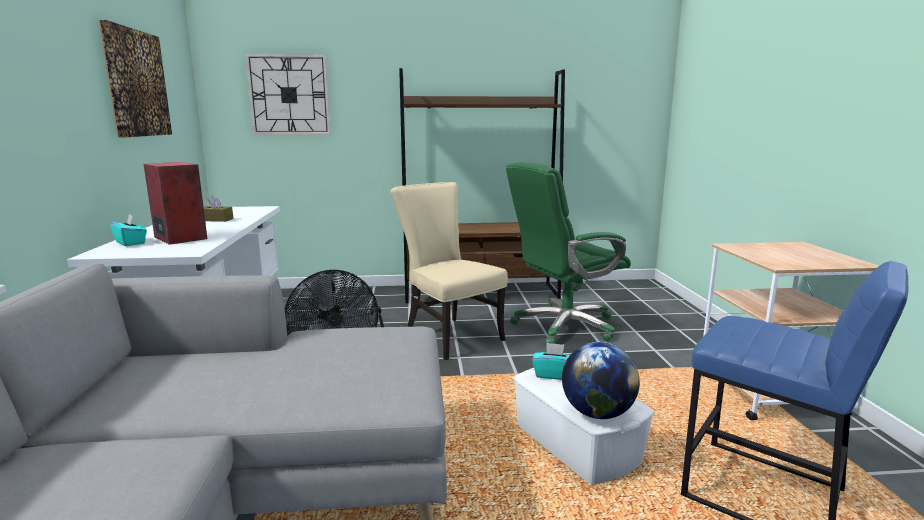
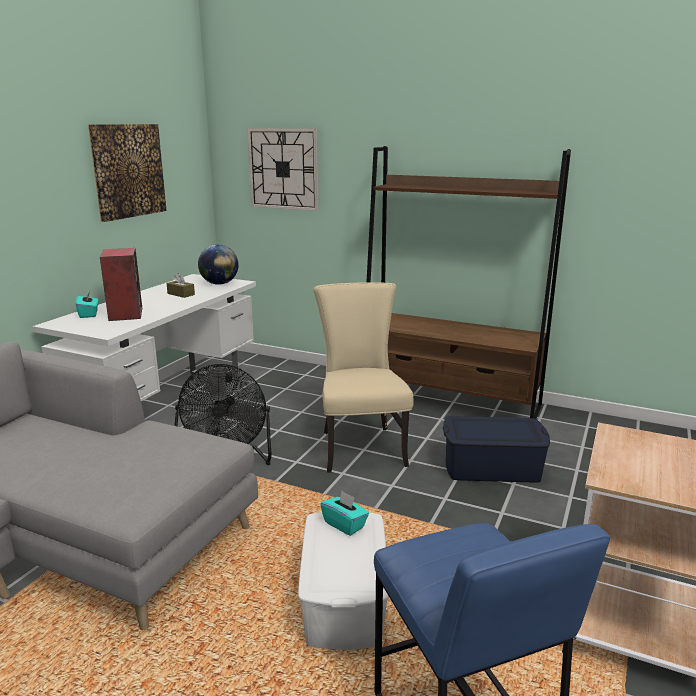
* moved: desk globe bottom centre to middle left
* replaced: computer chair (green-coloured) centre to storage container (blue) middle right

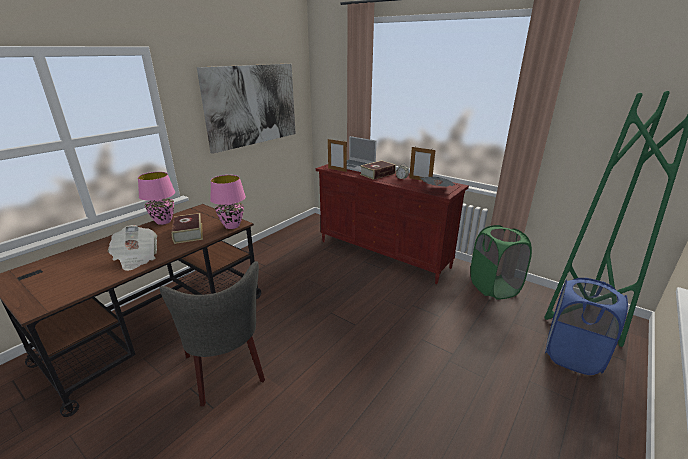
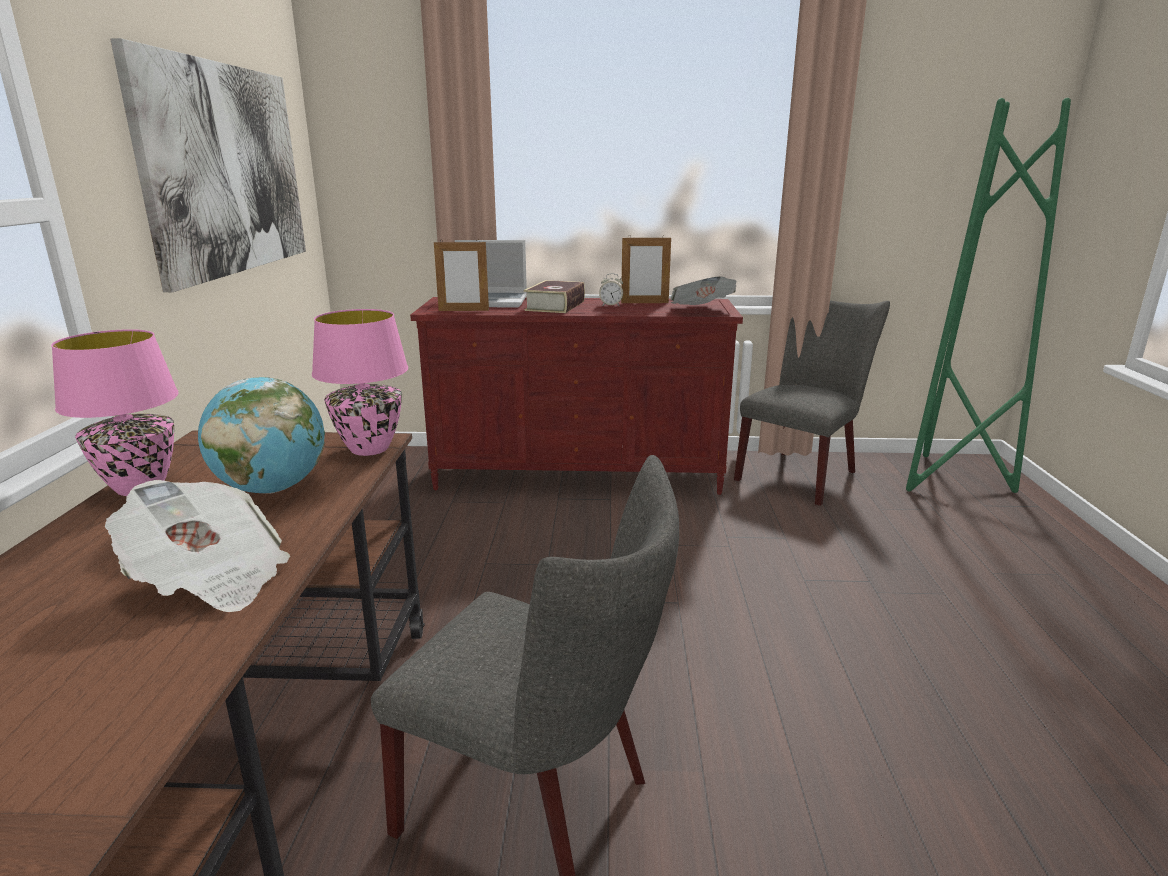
* removed: laundry basket (blue) bottom right
* replaced: bound book (1st from left) middle left to desk globe middle left
* replaced: laundry basket (green-coloured) middle right to plain chair (gray) (2nd from left) middle right

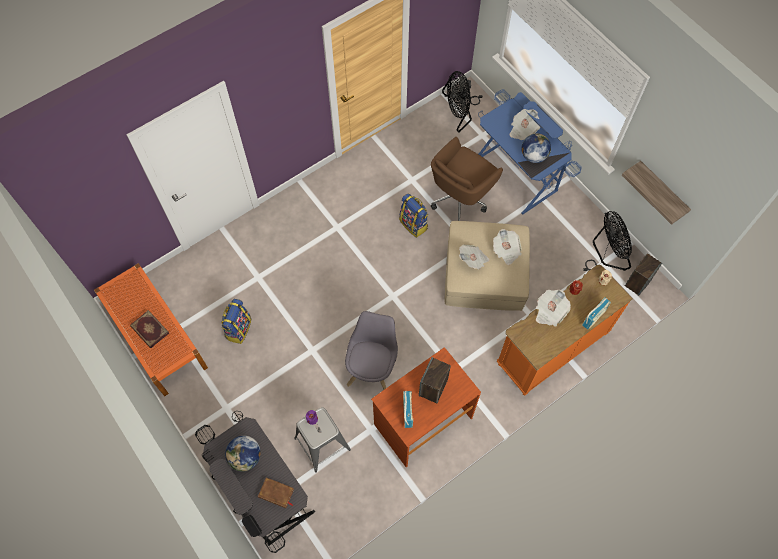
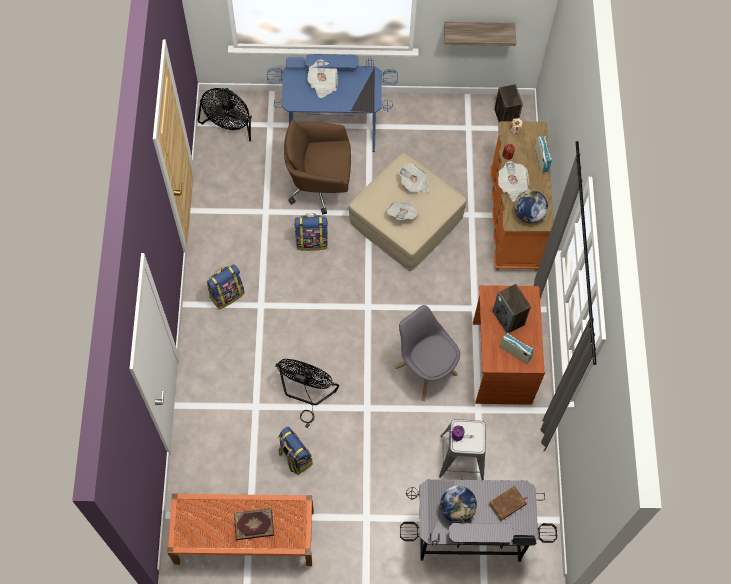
* added: backpack (1st from left) middle left
* moved: desk globe (2nd from left) top right to middle right
* moved: electric fan (black) (2nd from left) middle right to bottom centre
* turned: computer chair (brown-coloured) top centre = top centre 105 degrees clockwise

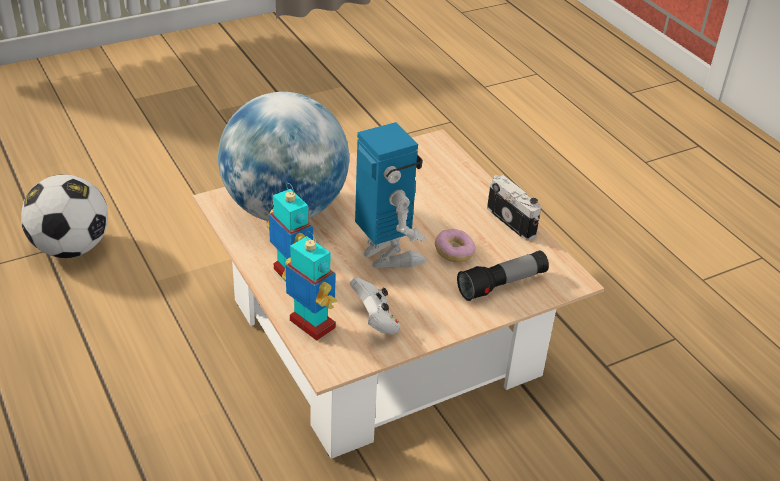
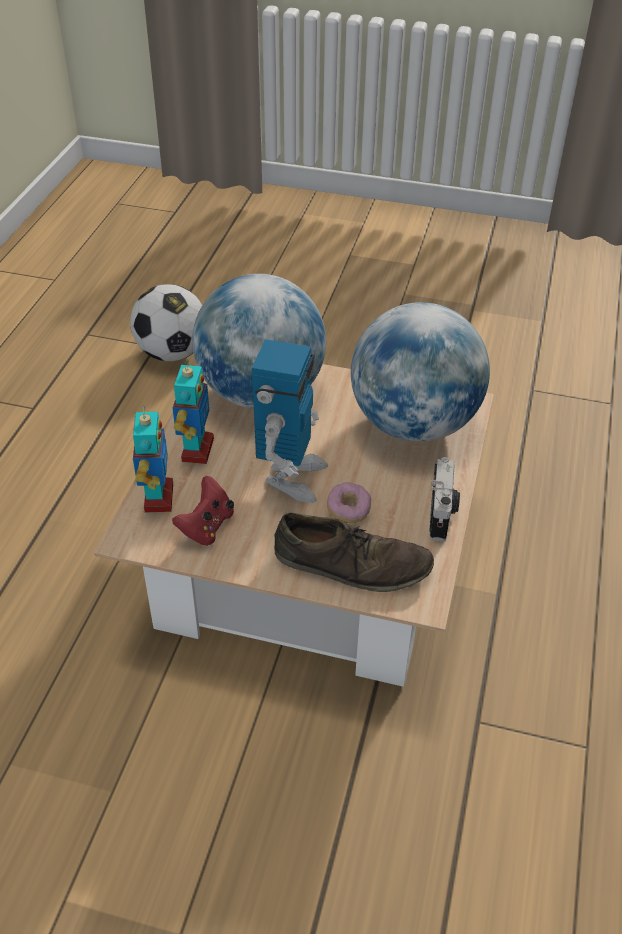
* added: desk globe (2nd from left) middle right
* replaced: flashlight centre to shoe (brown-coloured) centre
* recoloured: game controller (white) centre to game controller (red) middle left

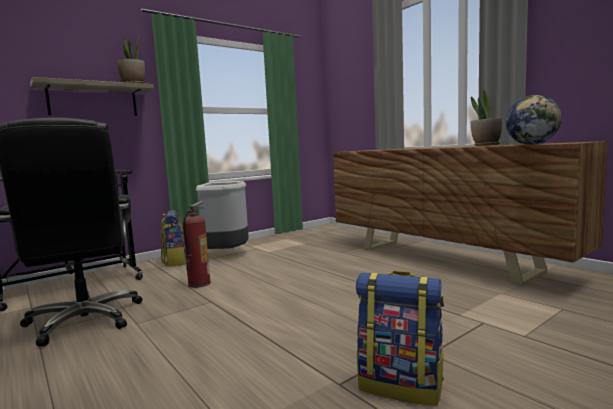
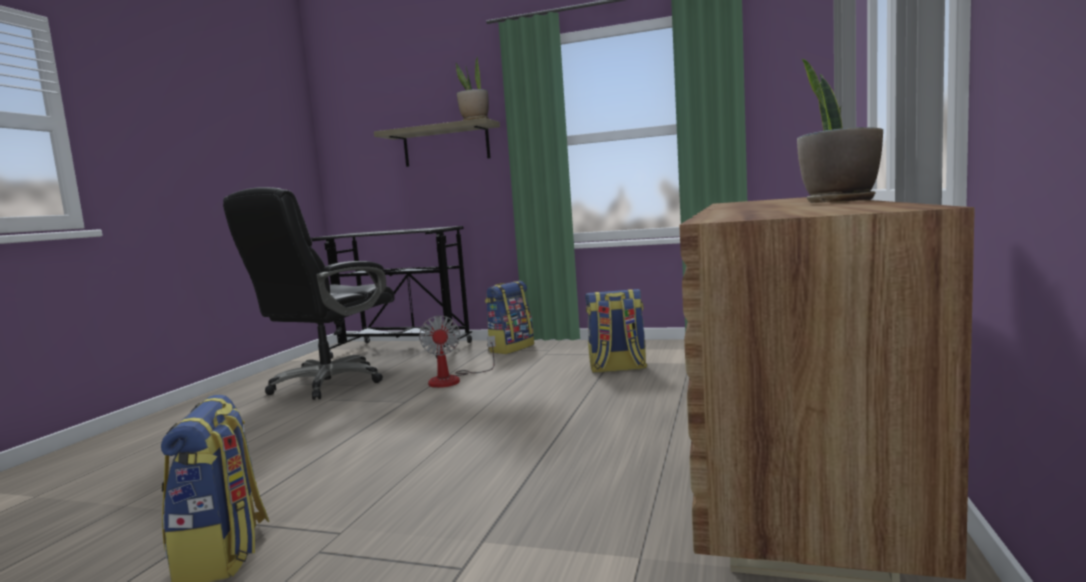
* removed: rubbish bin (gray) centre
* removed: desk globe top right
* added: backpack (3rd from left) centre
* replaced: extinguisher middle left to electric fan centre

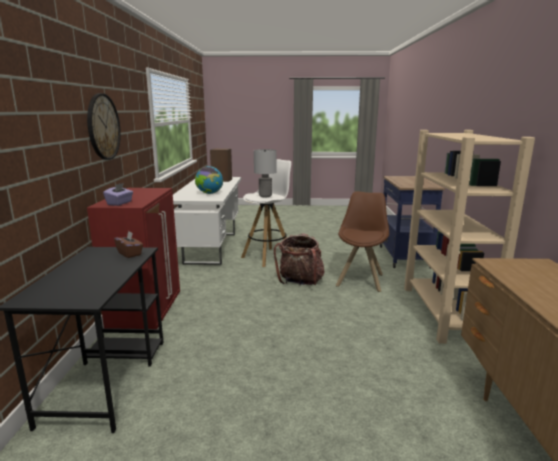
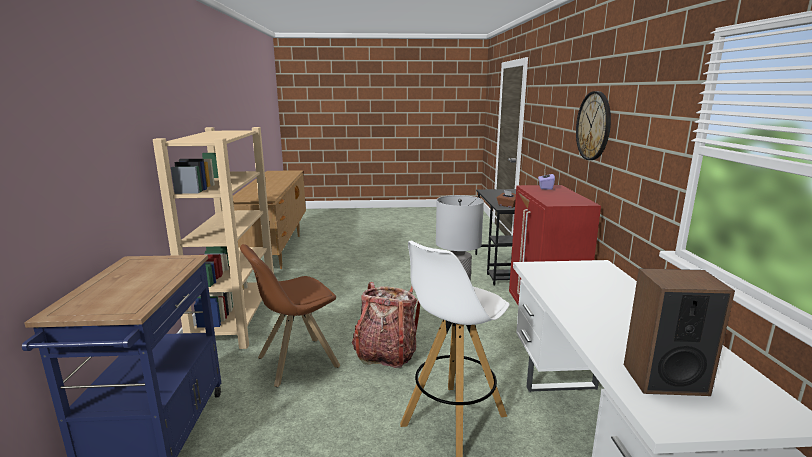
* removed: desk globe centre
* turned: plain chair (brown-coloured) centre = bottom centre 45 degrees clockwise

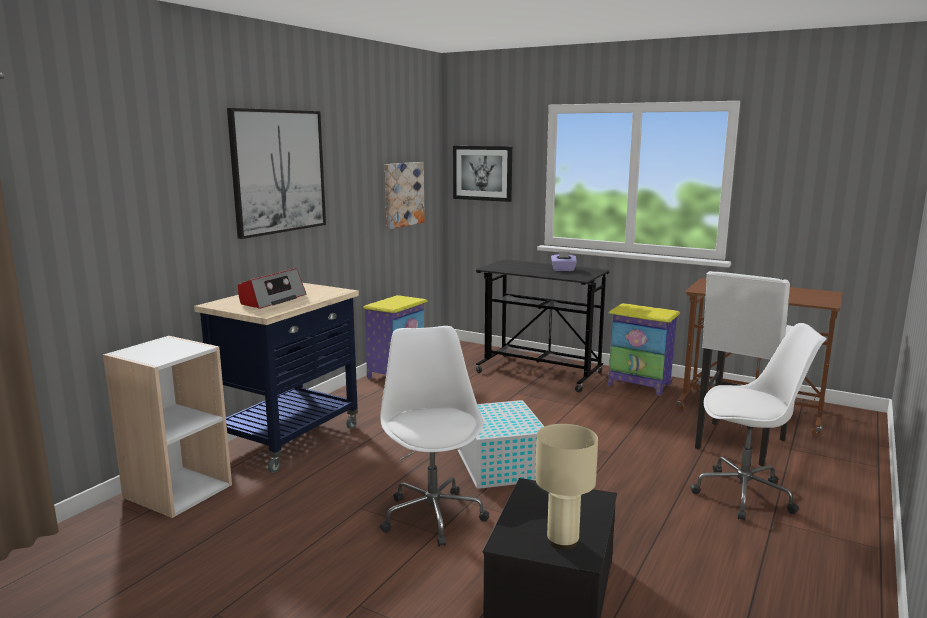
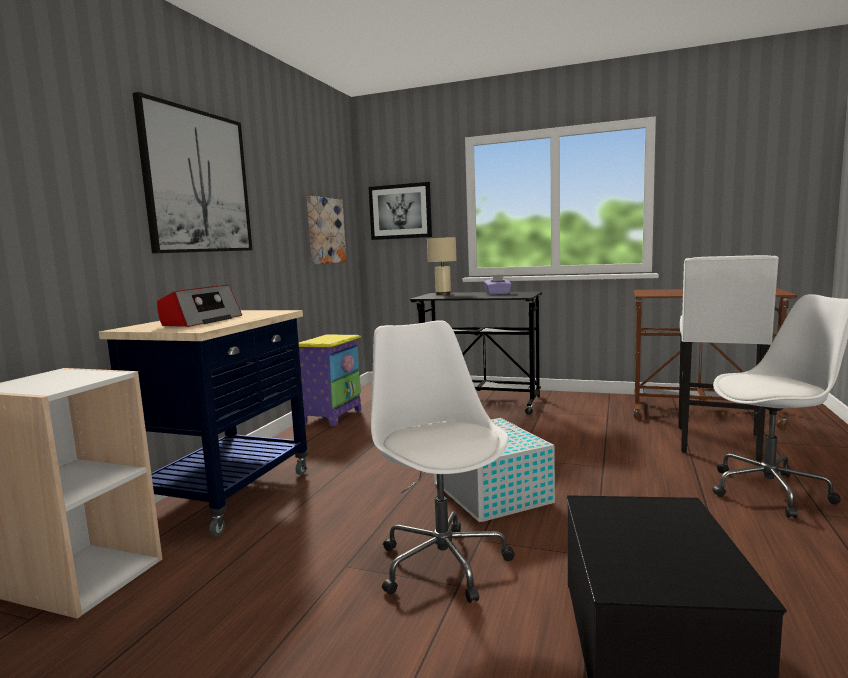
* removed: night table (2nd from left) middle right
* moved: table lamp (sand-coloured) bottom centre to centre

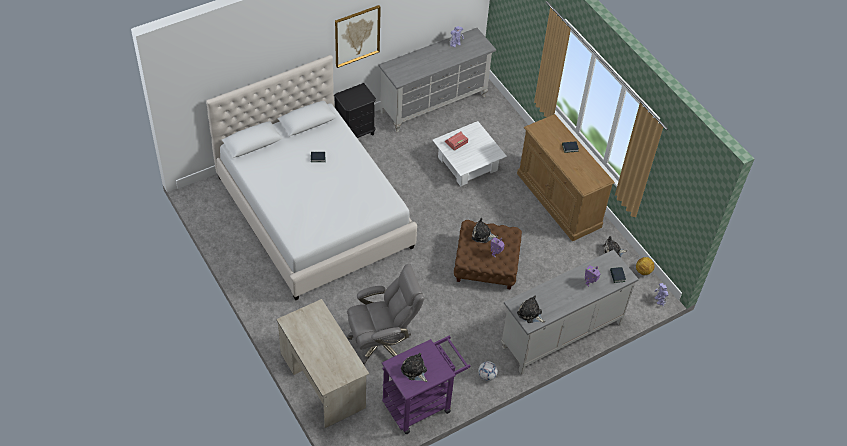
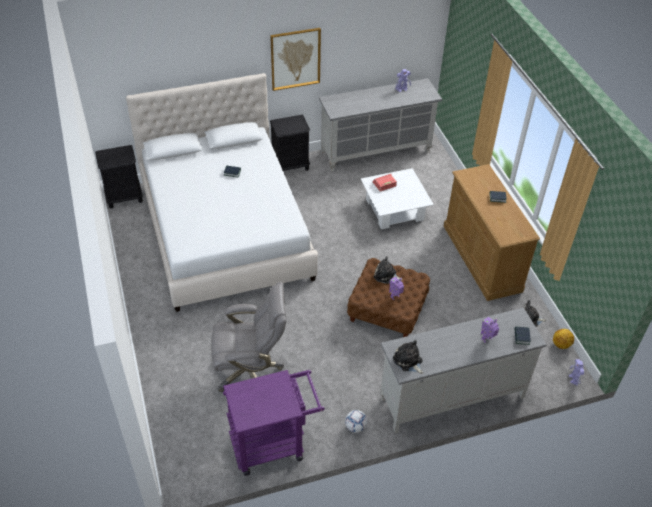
* removed: desk (sand-coloured) bottom centre
* removed: plush toy (1st from left) bottom centre
* added: night table (black) (1st from left) middle left

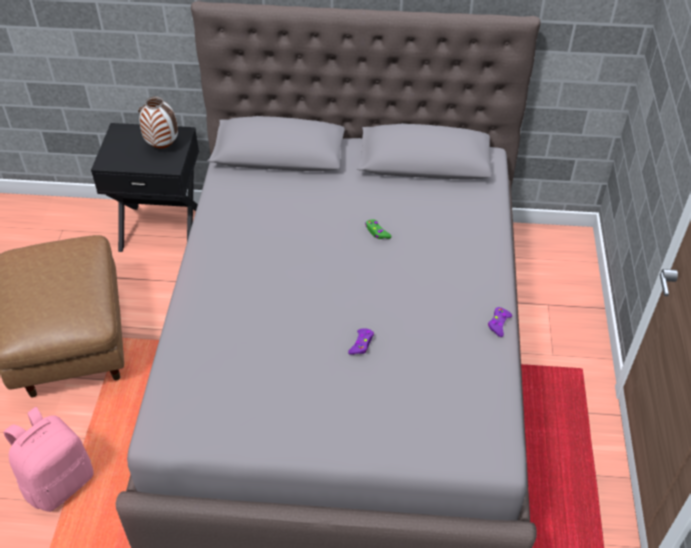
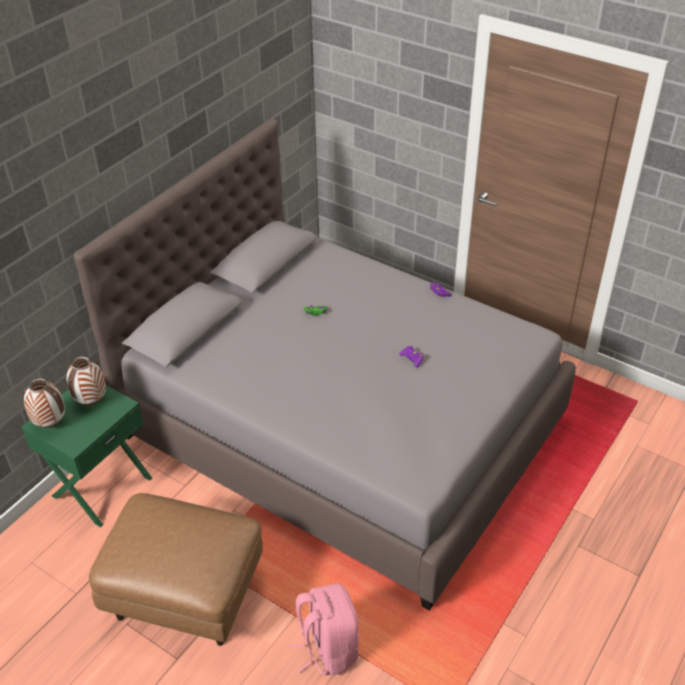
* added: vase (1st from left) middle left
* recoloured: night table (black) middle left to night table (green-coloured) middle left

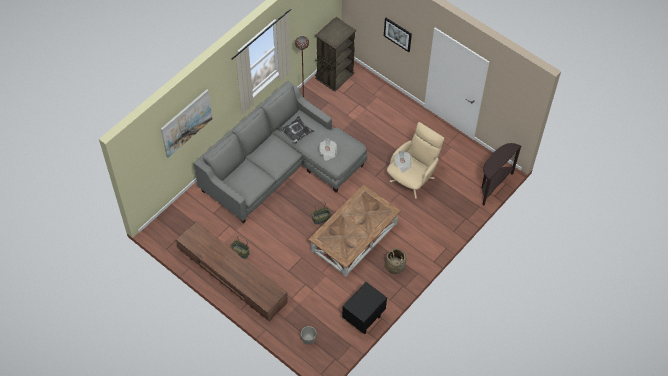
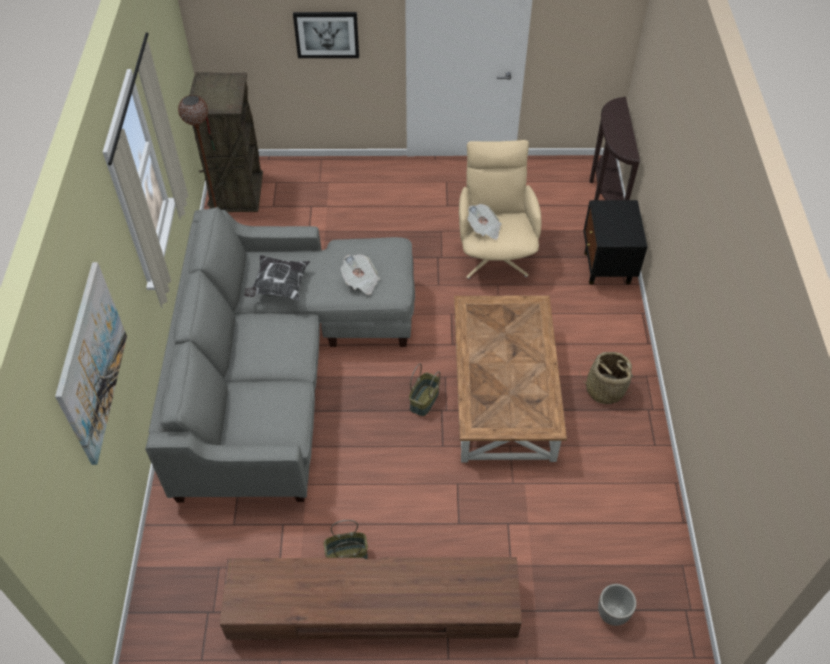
* moved: night table (black) bottom centre to middle right

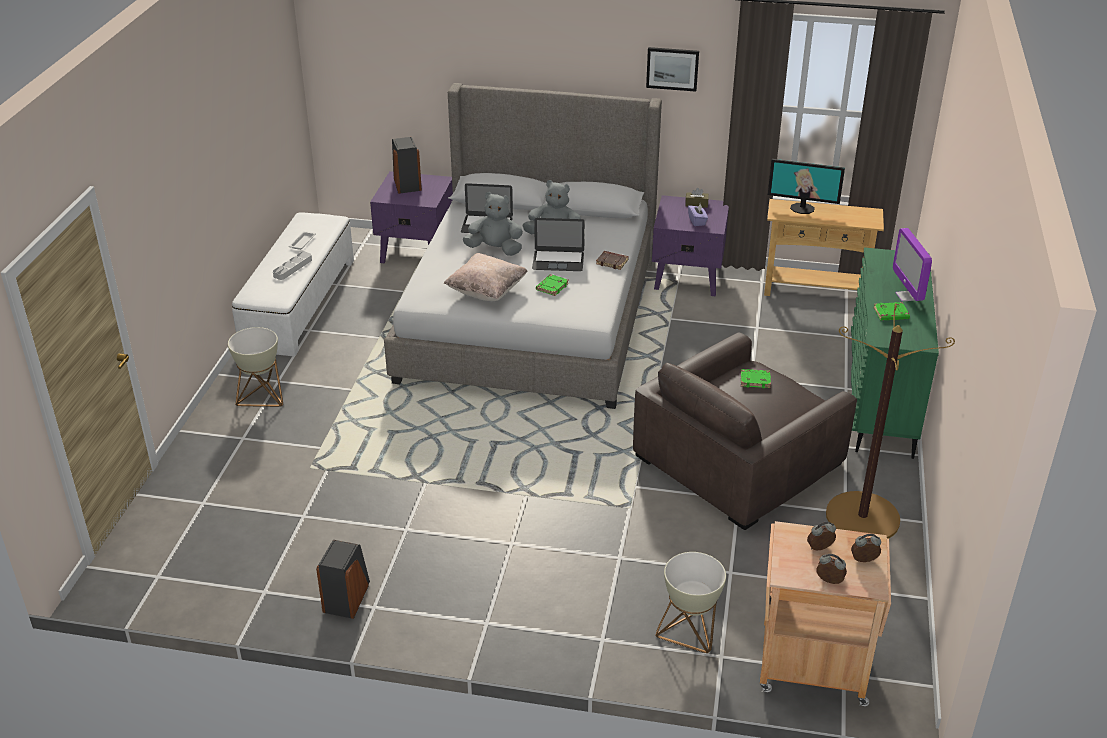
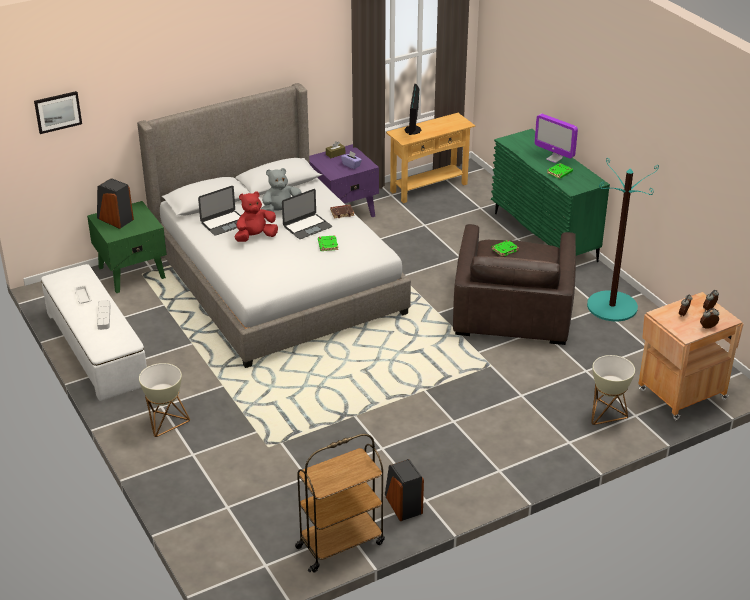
* removed: pillow (sand-coloured) centre
* added: wheeled cart (brown-coloured) (1st from left) bottom centre
* moved: wall art top centre to top left
* recoloured: night table (purple-coloured) (1st from left) top centre to night table (green-coloured) middle left
* recoloured: plush toy (gray) (1st from left) top centre to plush toy (red) centre
* recoloured: clothes rack (brown-coloured) middle right to clothes rack (turquoise-coloured) middle right
* turned: monitor (1st from left) top right = top centre 120 degrees clockwise

